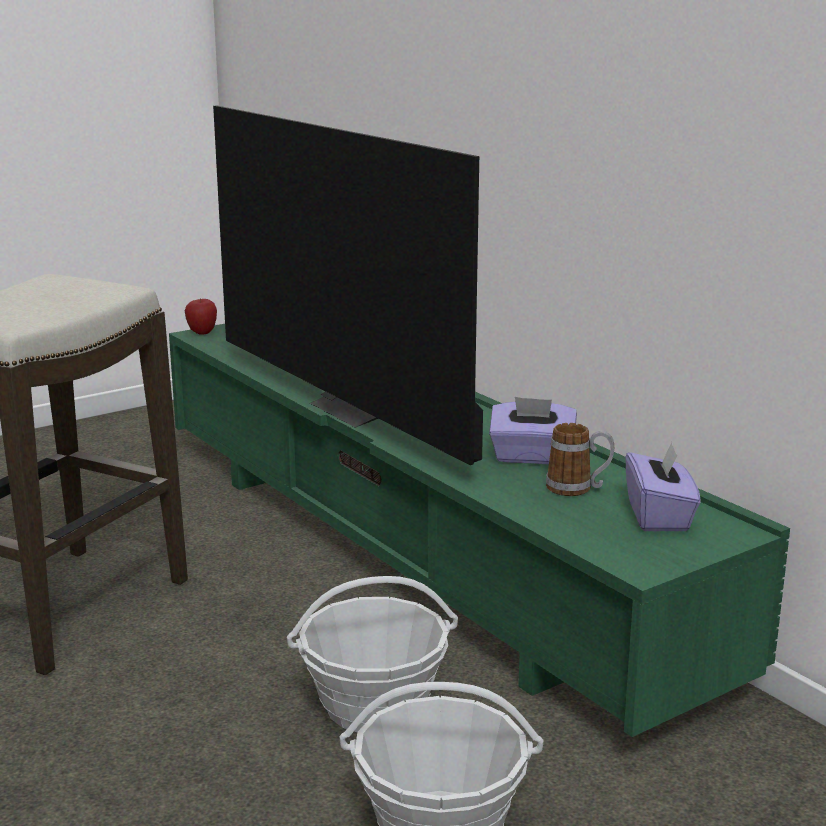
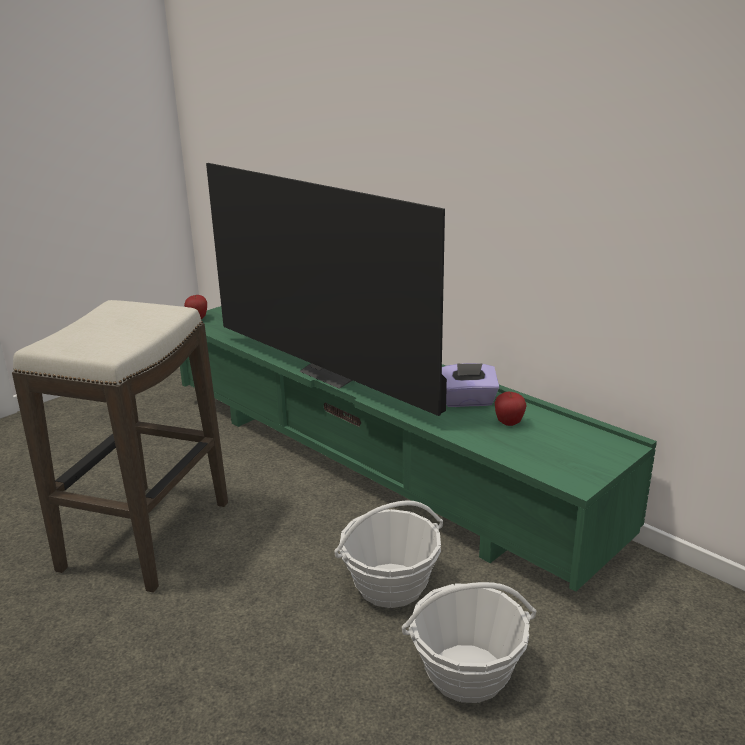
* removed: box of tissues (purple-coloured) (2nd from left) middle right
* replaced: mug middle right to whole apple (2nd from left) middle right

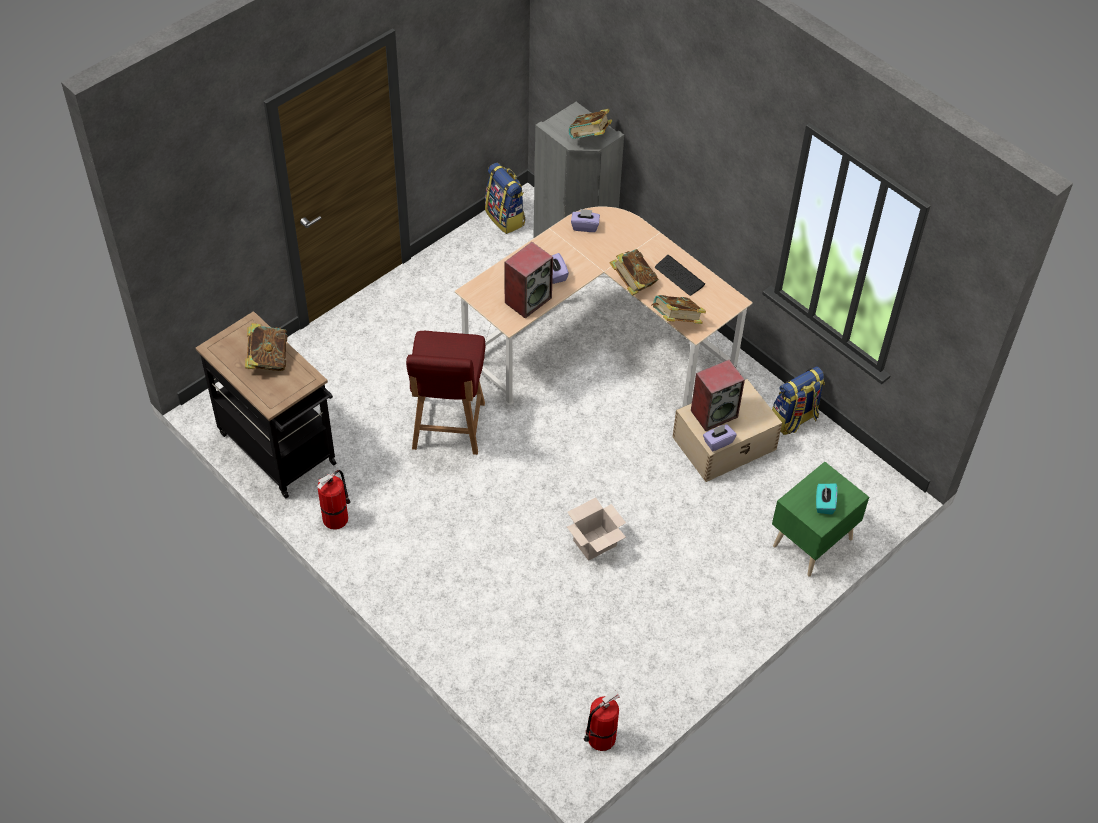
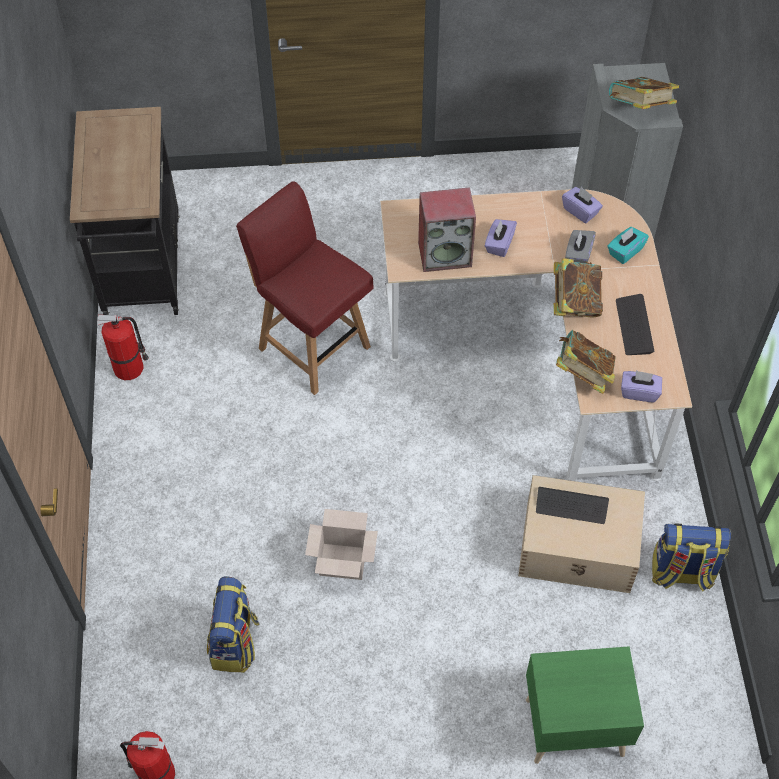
* removed: bound book (1st from left) middle left
* added: box of tissues (gray) top right
* moved: backpack (1st from left) top centre to bottom left
* moved: box of tissues (purple-coloured) (3rd from left) centre to middle right
* moved: box of tissues (turquoise-coloured) middle right to top right
* replaced: loudspeaker (2nd from left) centre to computer keyboard (1st from left) middle right
* turned: plain chair (red) centre = centre 90 degrees clockwise

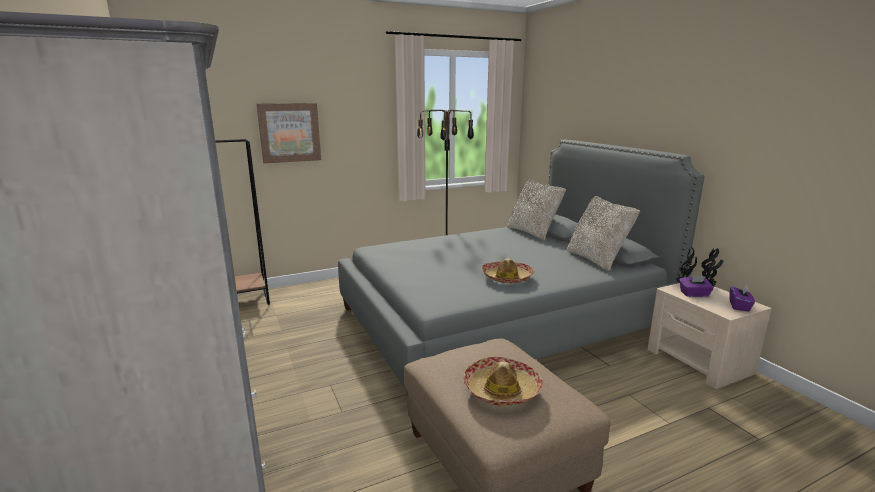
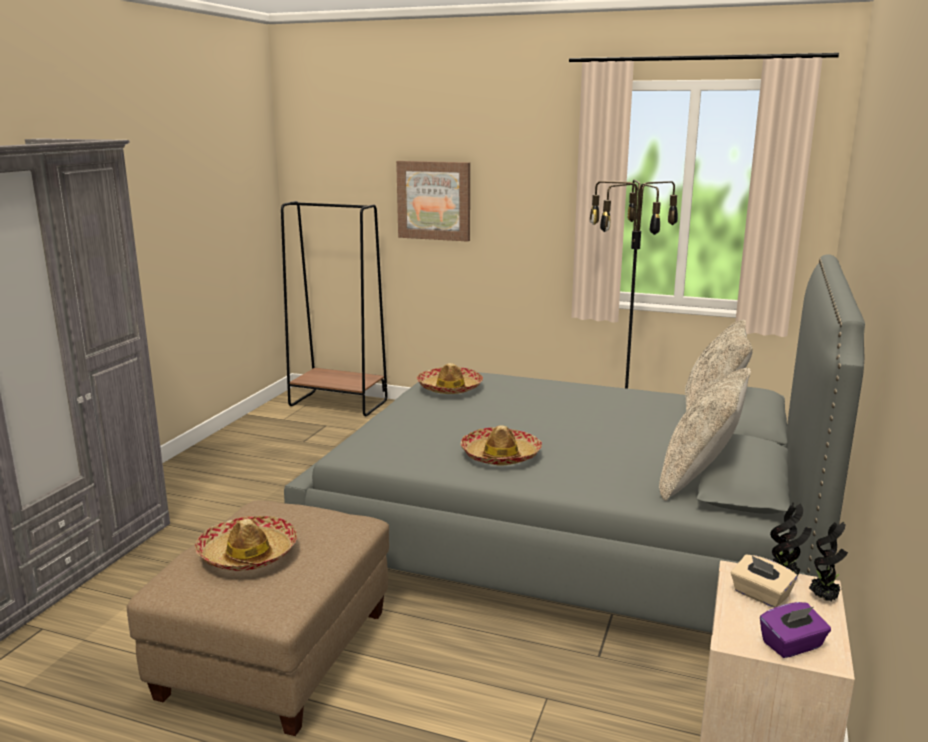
* added: clothing hat (2nd from left) centre
* recoloured: box of tissues (purple-coloured) (1st from left) middle right to box of tissues (sand-coloured) bottom right

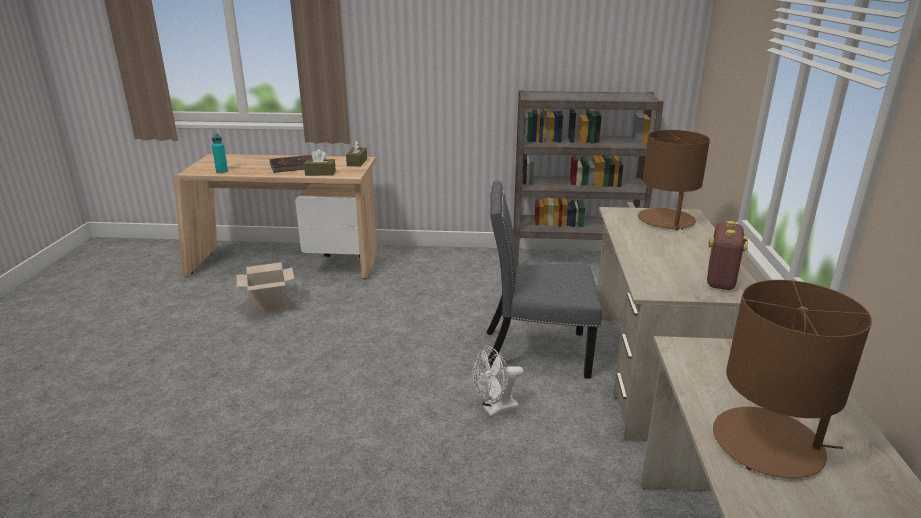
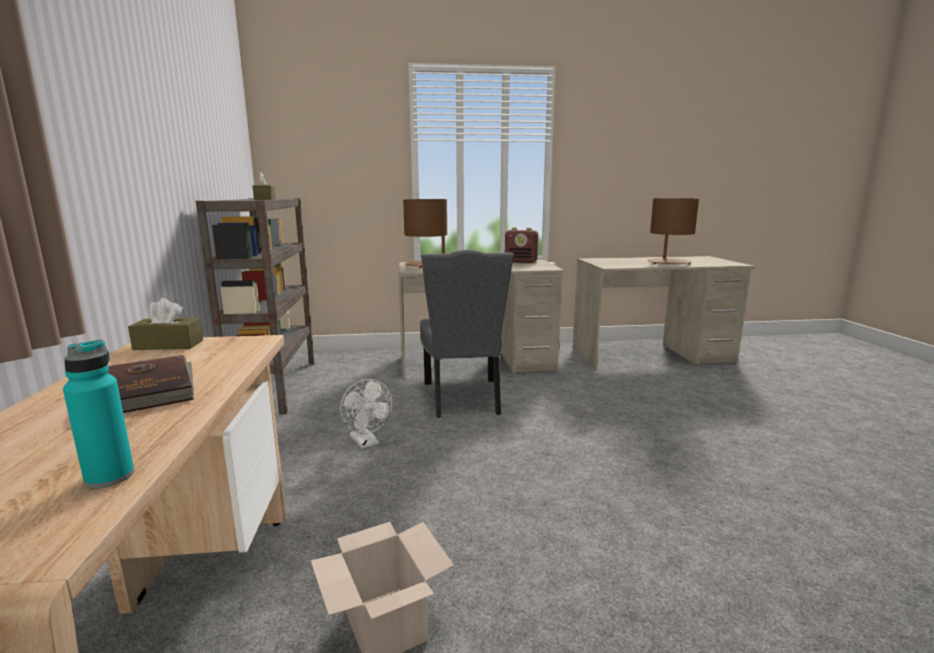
* moved: box of tissues (brown-coloured) (1st from left in the first image) top centre to box of tissues (brown-coloured) (2nd from left) top left
* moved: electric fan (white) bottom centre to centre

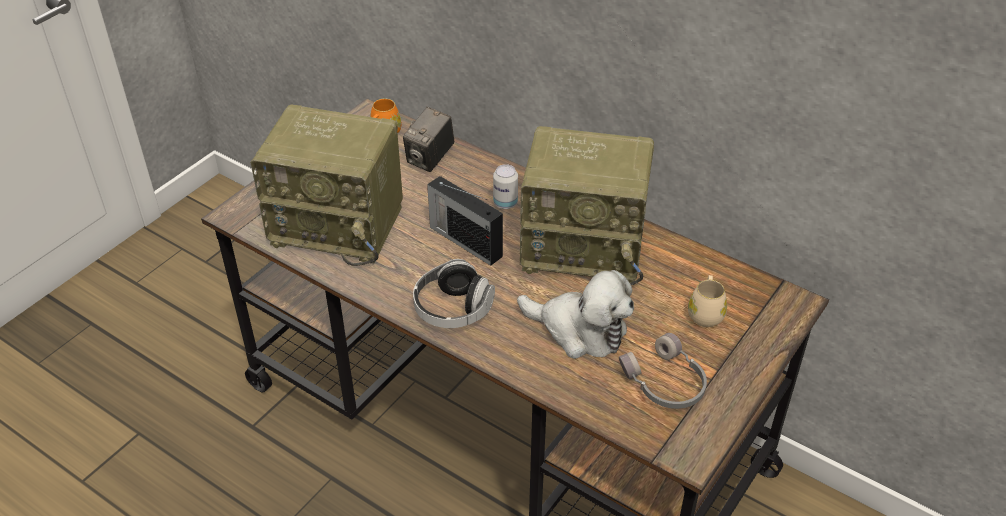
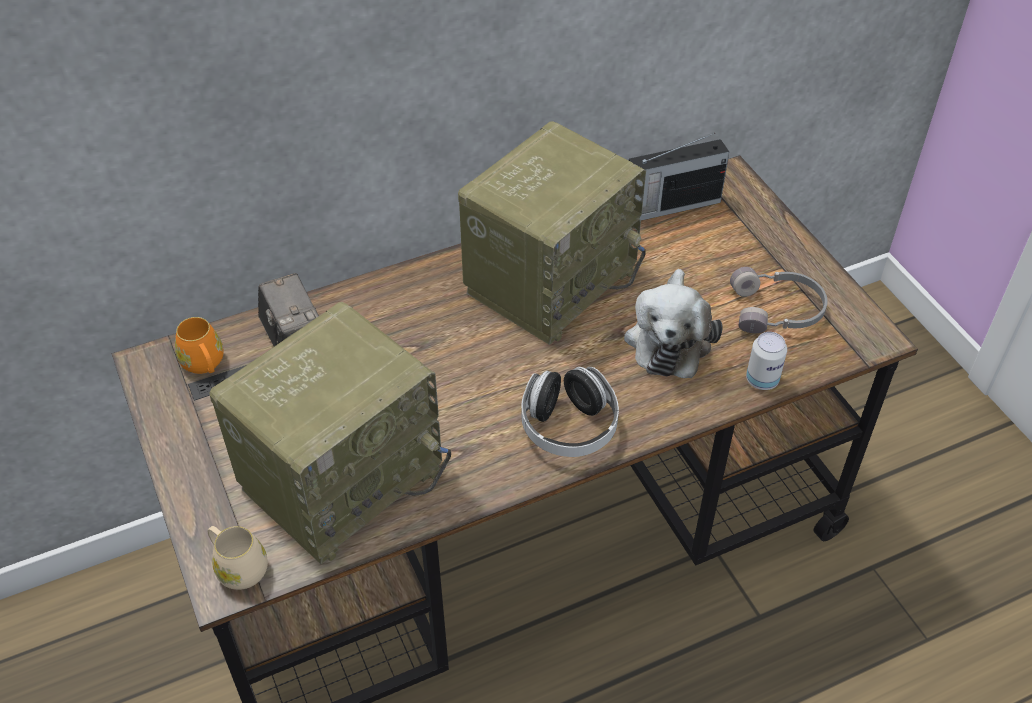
* moved: radio set (2nd from left in the first image) centre to radio set (3rd from left) top centre
* moved: sealed can centre to middle right
* moved: mug (sand-coloured) middle right to bottom left
* turned: plush toy centre = centre 135 degrees clockwise

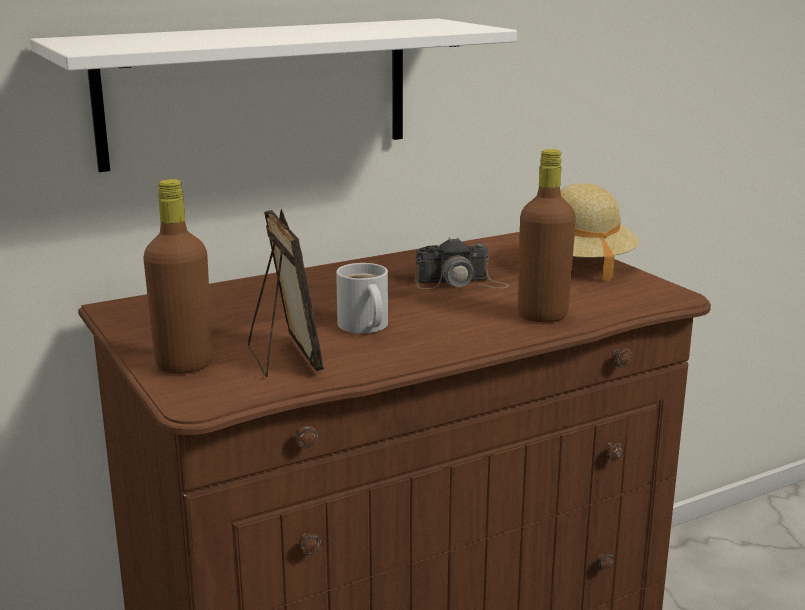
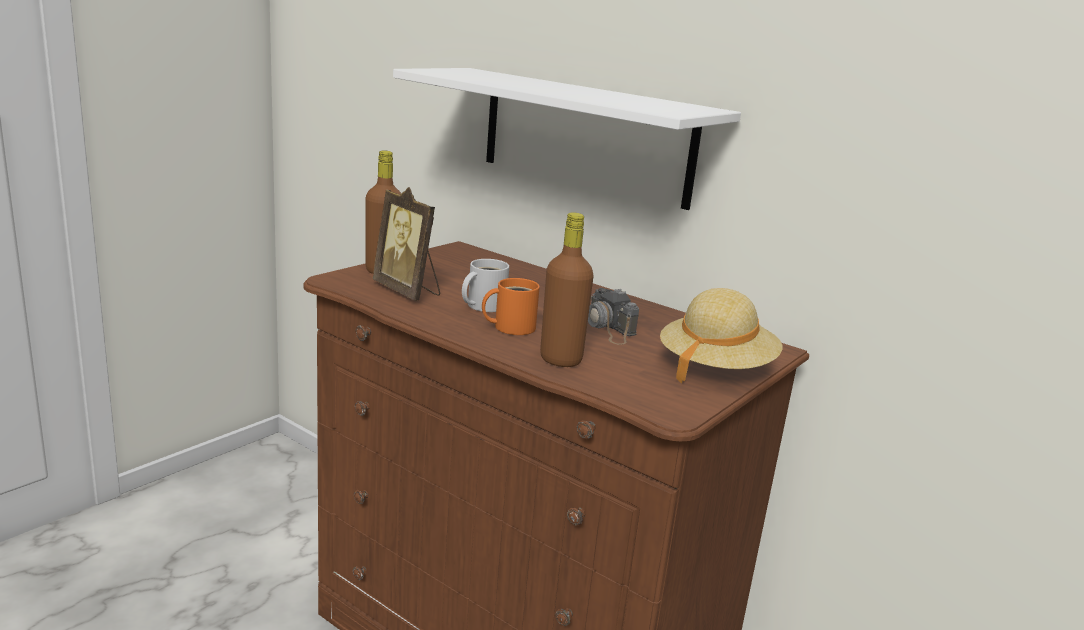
* added: mug (orange) centre
* turned: photo frame centre = centre 90 degrees clockwise

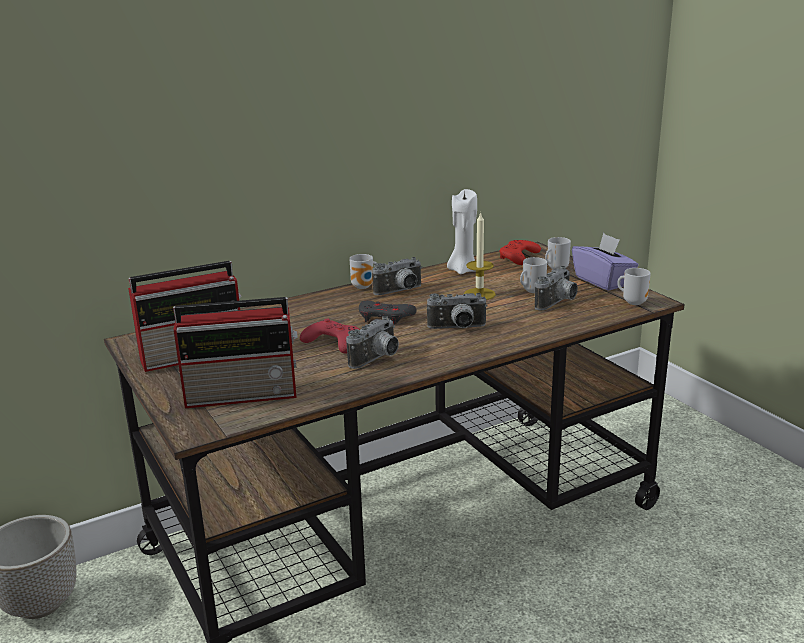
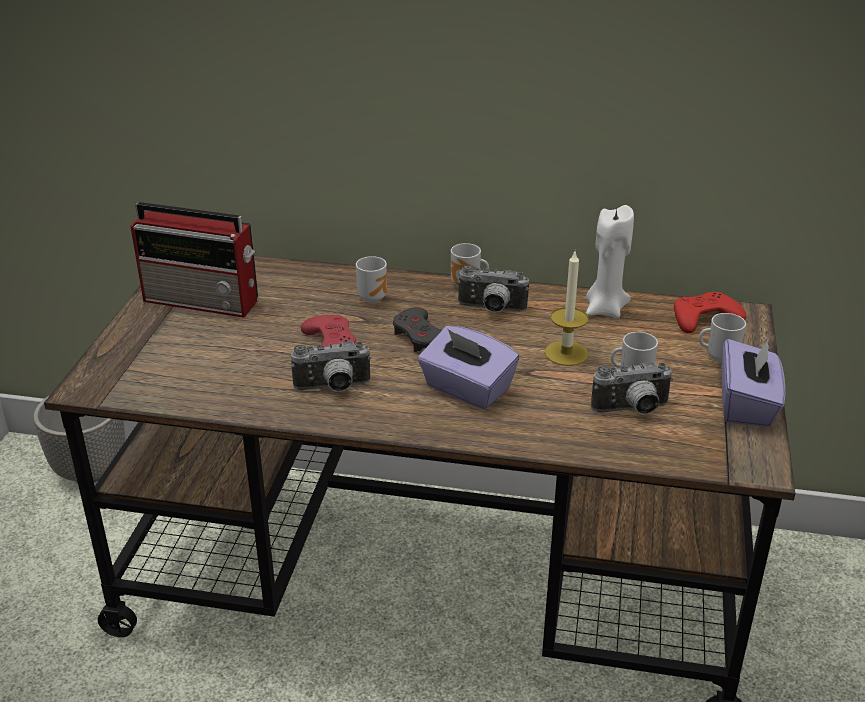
* removed: radio set (2nd from left) middle left
* moved: mug (4th from left in the first image) middle right to mug (1st from left) centre
* replaced: photo camera (3rd from left) centre to box of tissues (purple-coloured) (1st from left) centre

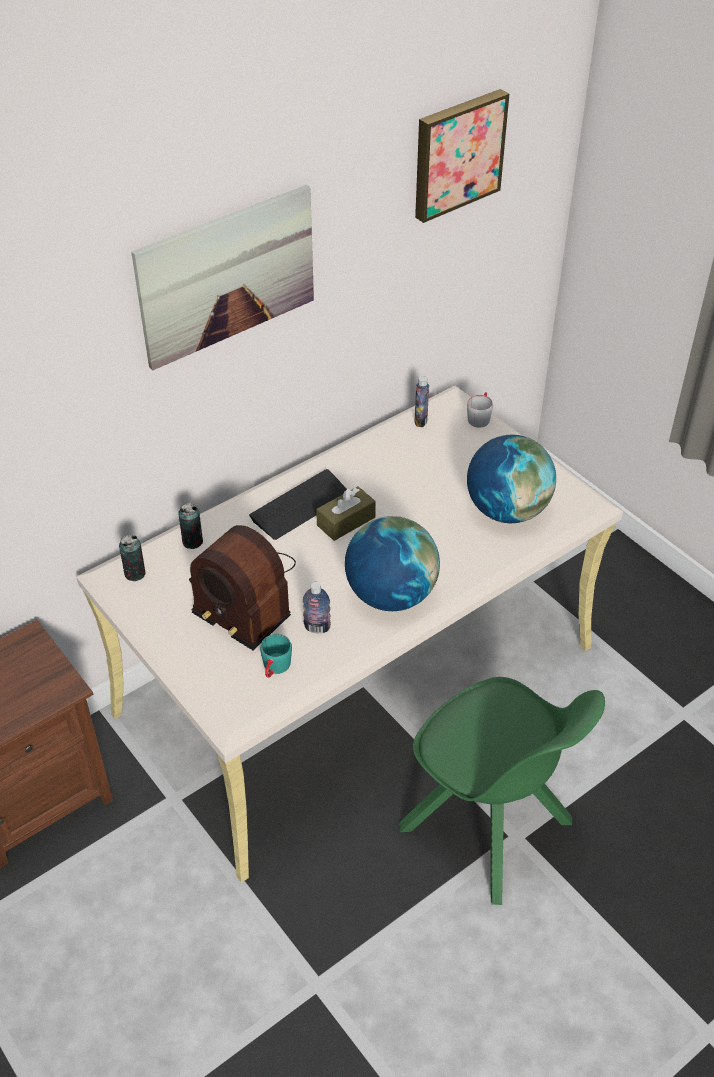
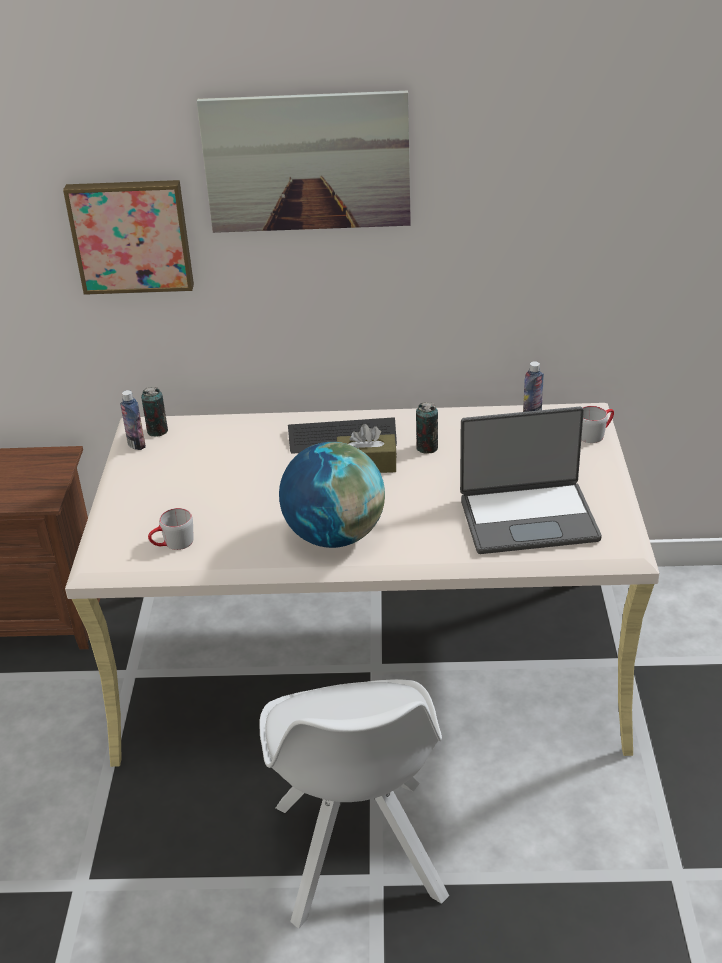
* removed: radio set centre
* moved: sealed can (2nd from left) middle left to centre
* moved: drink bottle (1st from left) centre to middle left
* moved: wall art (2nd from left in the first image) top centre to wall art (1st from left) top left
* replaced: desk globe (2nd from left) middle right to notebook computer middle right
* recoloured: mug (turquoise-coloured) centre to mug (gray) (1st from left) middle left
* recoloured: plain chair (green-coloured) bottom right to plain chair (white) bottom centre

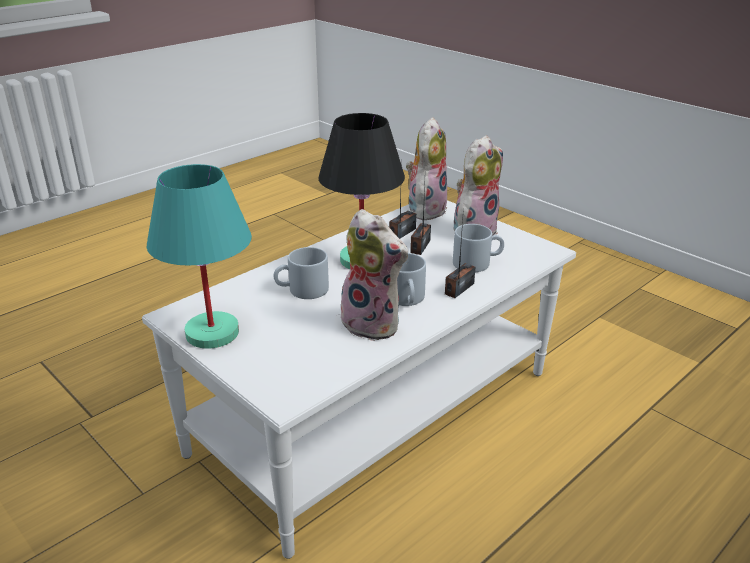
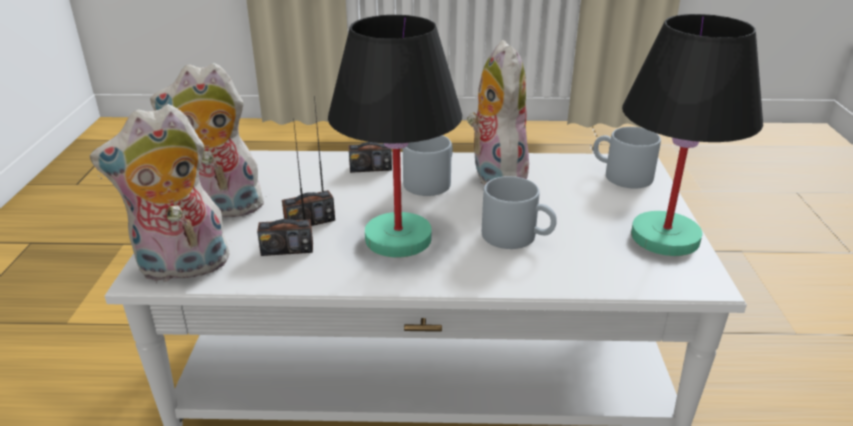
* moved: mug (gray) (3rd from left) centre to middle right
* recoloured: table lamp (turquoise-coloured) middle left to table lamp (black) (2nd from left) top right

